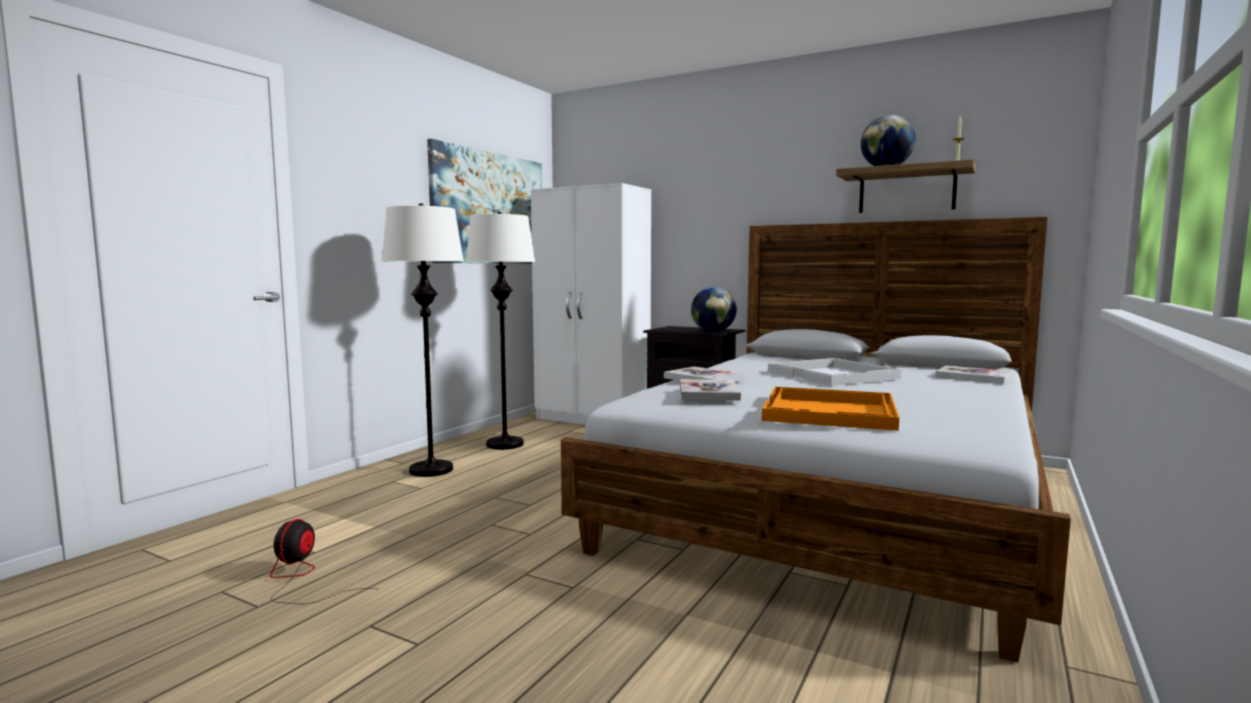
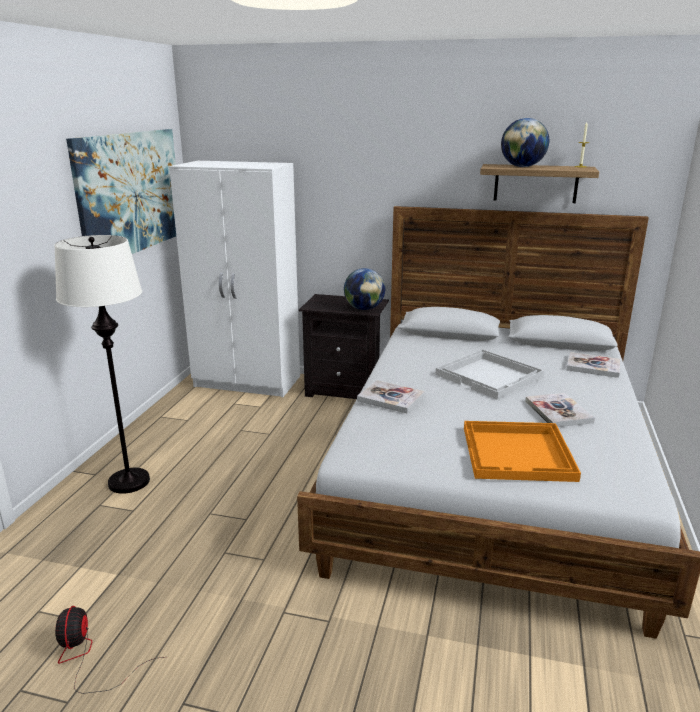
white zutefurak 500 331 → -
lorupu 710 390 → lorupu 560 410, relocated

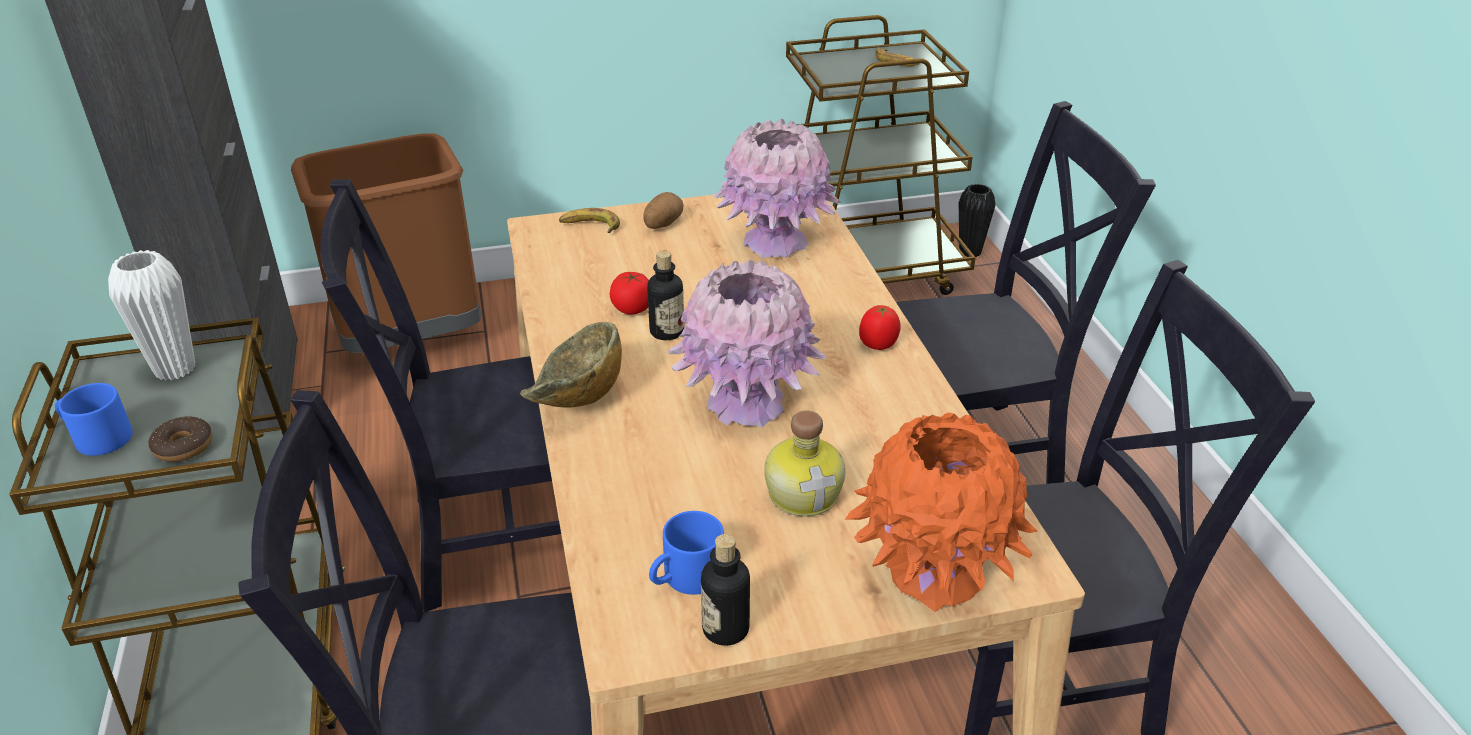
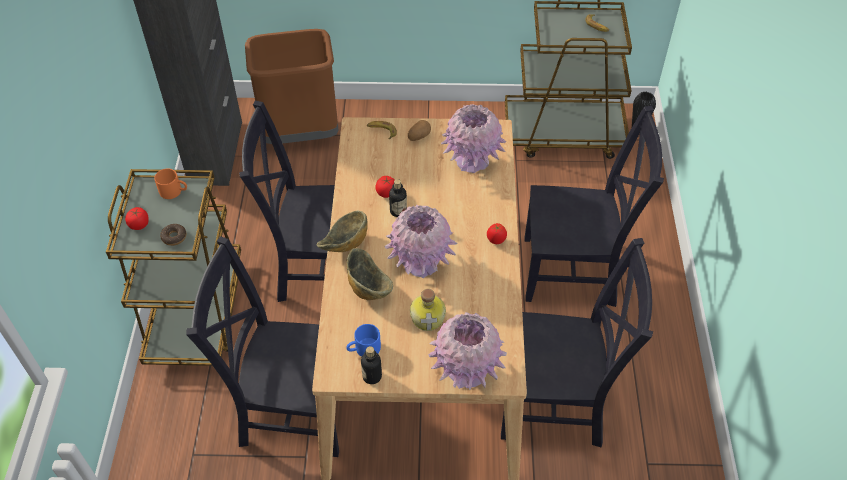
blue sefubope 94 419 → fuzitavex 137 218
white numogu 151 315 → orange sefubope 170 184
orange numogu 941 512 → pink numogu 467 351
- → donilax 369 274

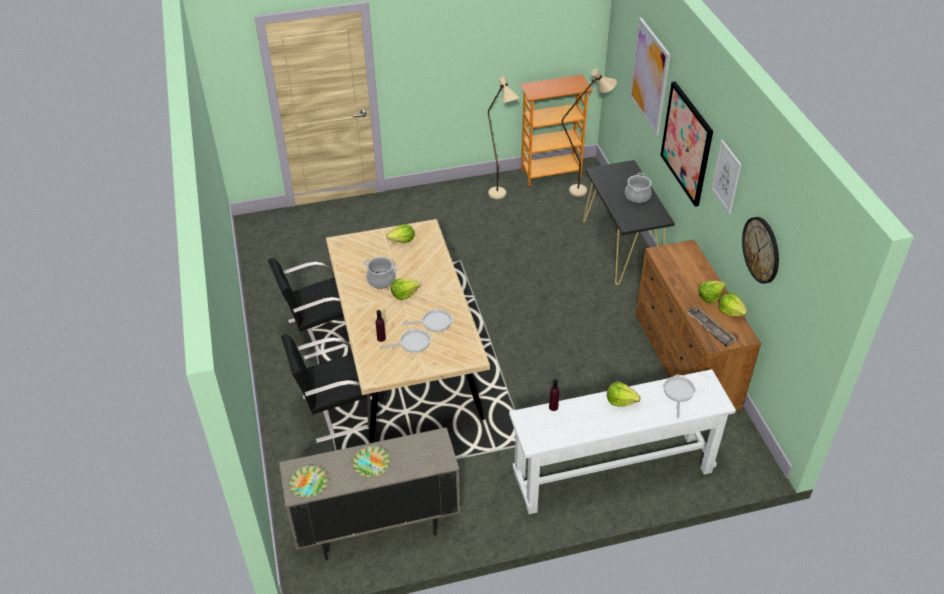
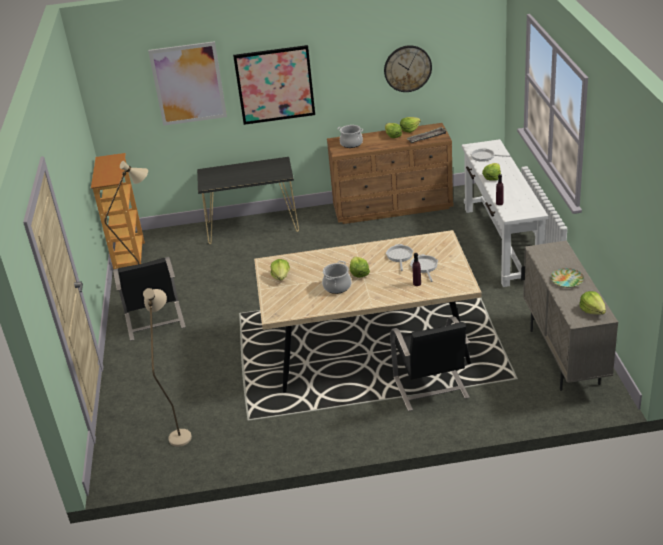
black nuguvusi 309 309 → black nuguvusi 149 299, relocated
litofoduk 308 481 → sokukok 593 303
beige zutefurak 589 132 → beige zutefurak 167 367, relocated
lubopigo 638 188 → lubopigo 350 136, relocated
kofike 726 177 → -

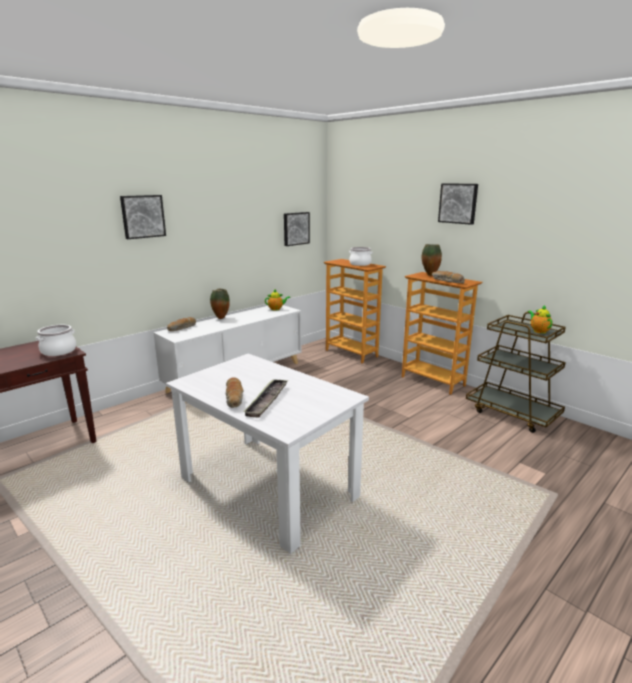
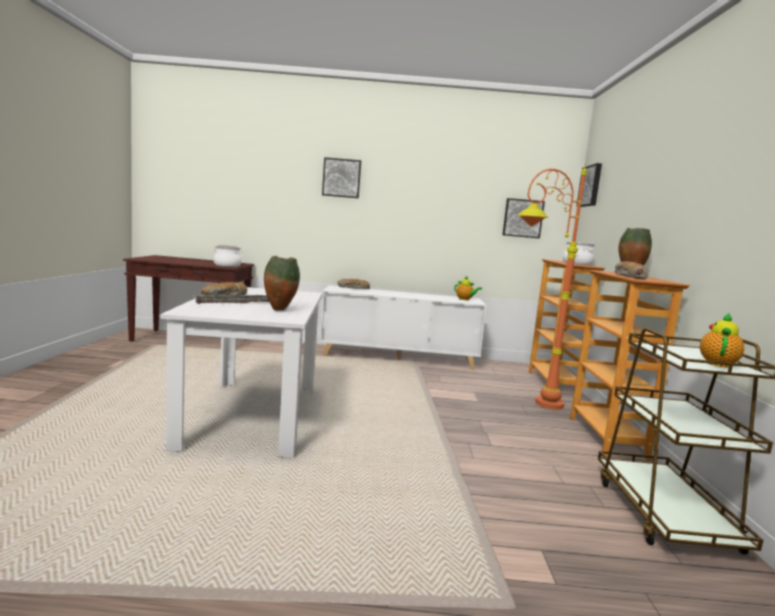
numogu 220 304 → numogu 282 283, relocated
kofike 458 204 → kofike 589 185, relocated
- → orange zutefurak 552 286

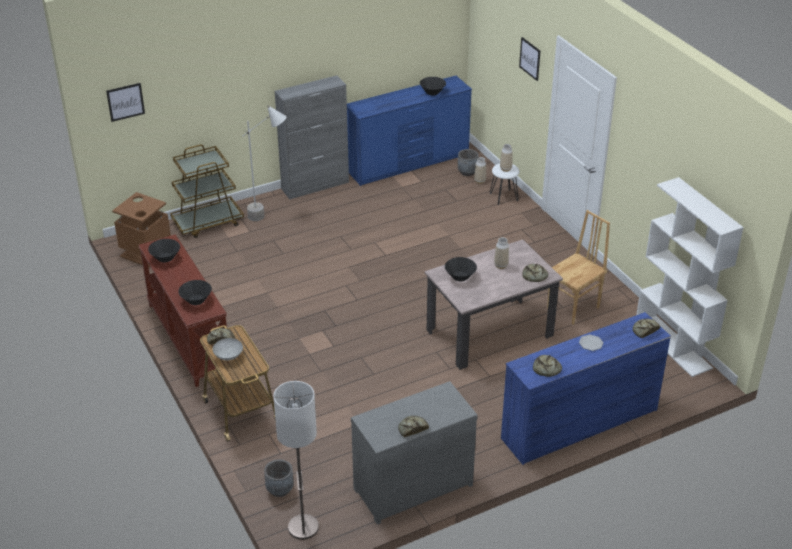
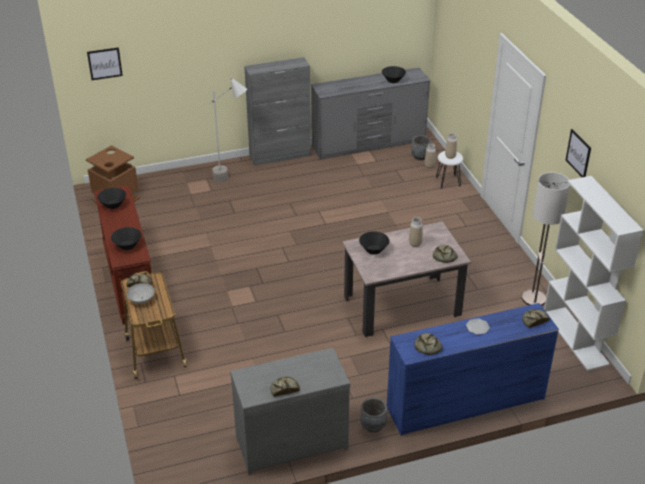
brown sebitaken 207 191 → -
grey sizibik 279 478 → grey sizibik 373 415, relocated
zutefurak 296 460 → zutefurak 546 239, relocated
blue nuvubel 409 131 → grey nuvubel 370 113
kofike 530 59 → kofike 578 153, relocated
brown nuguvusi 578 267 → -

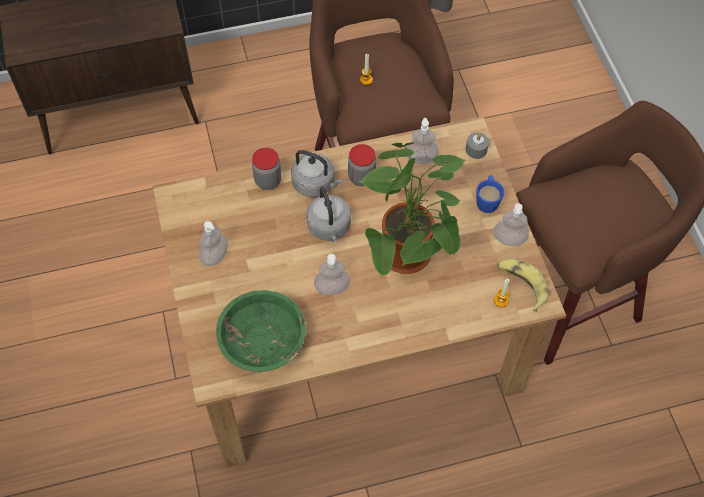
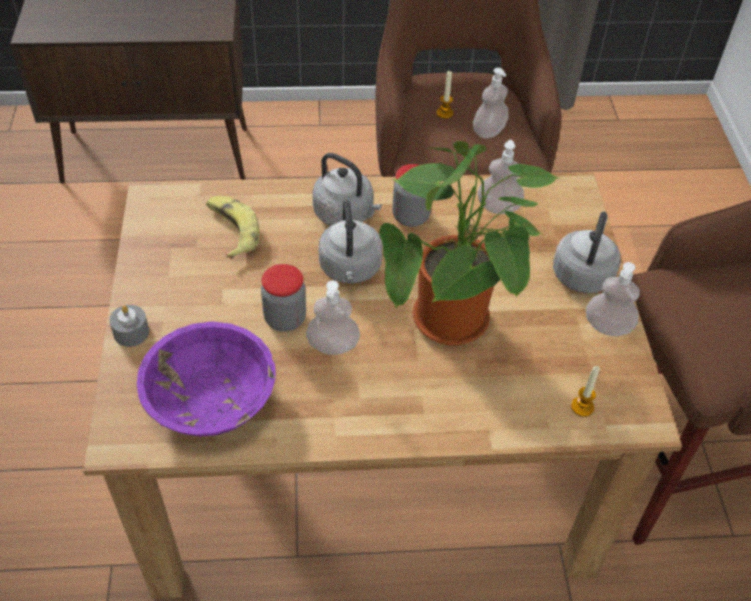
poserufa 213 243 → poserufa 491 103, relocated
green donilax 261 331 → purple donilax 206 379
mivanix 266 169 → mivanix 283 298, relocated
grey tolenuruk 477 146 → grey tolenuruk 129 326, relocated
blue sefubope 490 194 → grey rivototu 586 252
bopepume 522 285 → bopepume 233 227, relocated

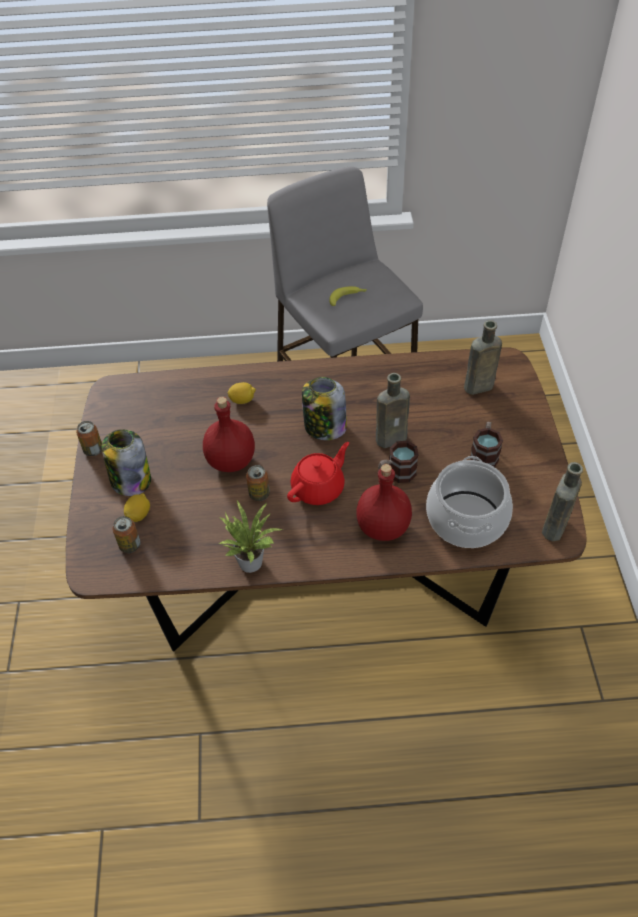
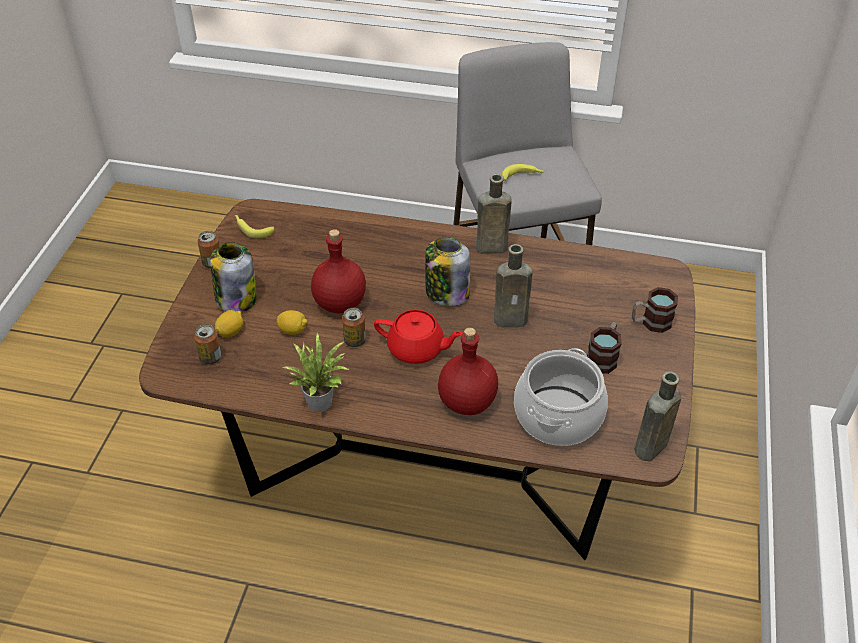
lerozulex 242 393 → lerozulex 292 322, relocated
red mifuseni 318 473 → red mifuseni 418 337, 45 degrees clockwise
sefubope 398 462 → sefubope 655 310, relocated
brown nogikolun 483 357 → brown nogikolun 494 214, relocated
- → bopepume 254 227

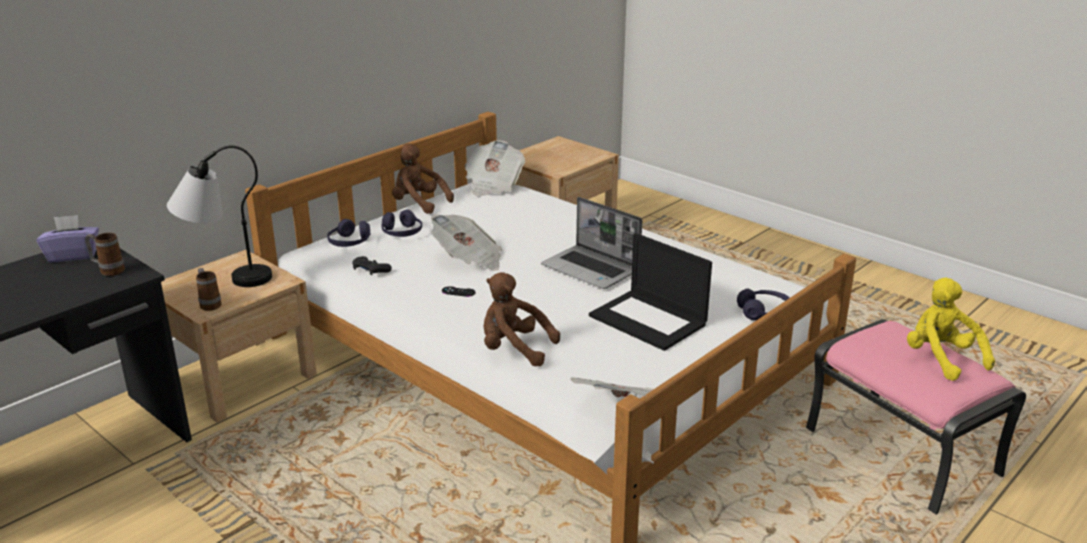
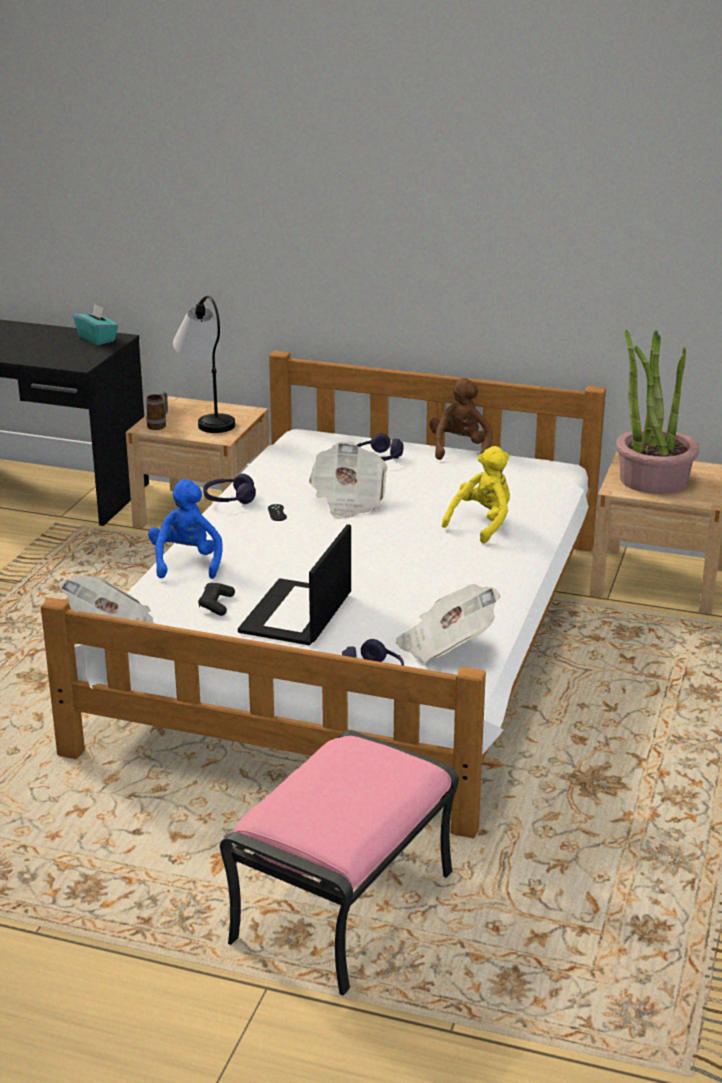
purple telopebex 68 238 → turquoise telopebex 95 324
sefubope 105 254 → -
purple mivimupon 348 233 → purple mivimupon 229 489, relocated
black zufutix 372 265 → black zufutix 216 599, relocated
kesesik 494 168 → kesesik 448 623, relocated
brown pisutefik 522 319 → blue pisutefik 185 529
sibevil 591 243 → -
yellow pisutefik 951 329 → yellow pisutefik 476 495, relocated
- → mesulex 657 412

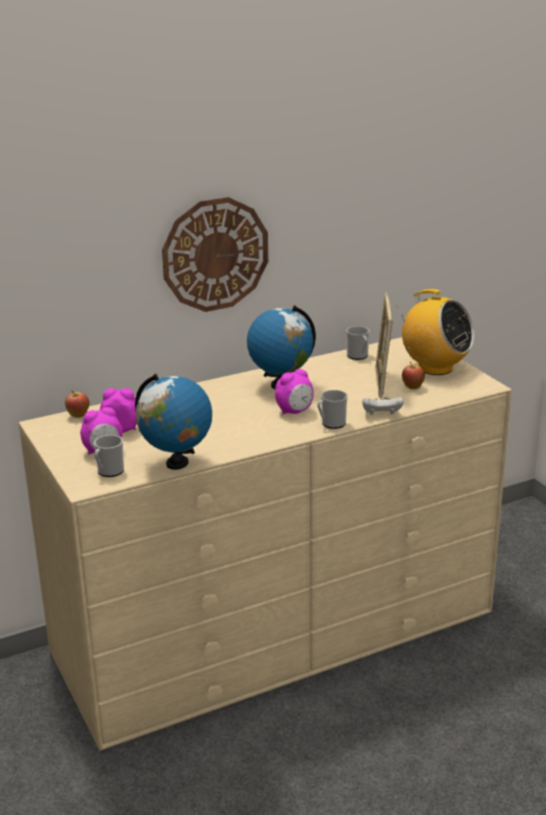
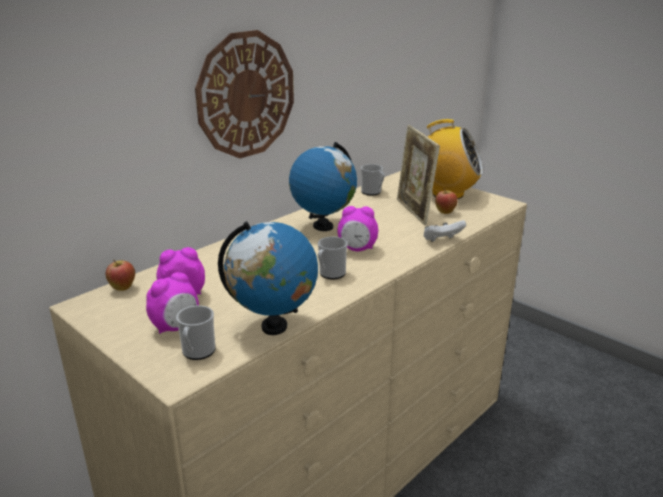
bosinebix 294 392 → bosinebix 358 228, 60 degrees clockwise
sefubope 332 409 → sefubope 333 258, relocated

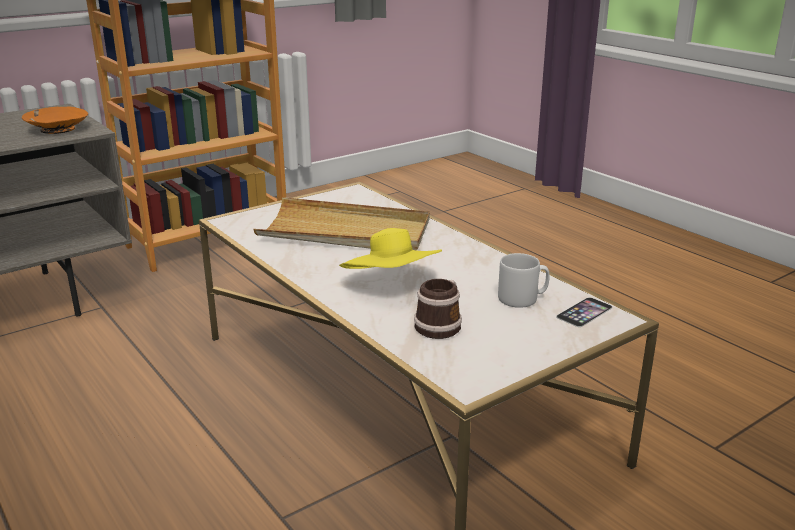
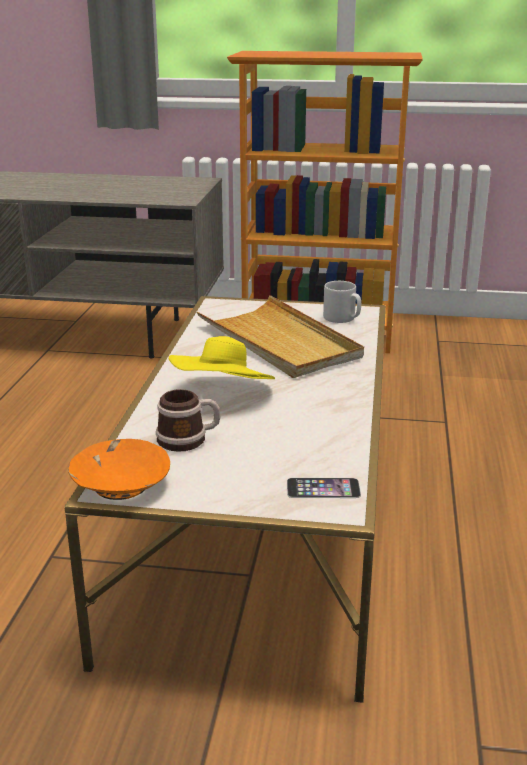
orange donilax 55 120 → orange donilax 119 469, relocated
grey sefubope 524 280 → grey sefubope 342 302, relocated

